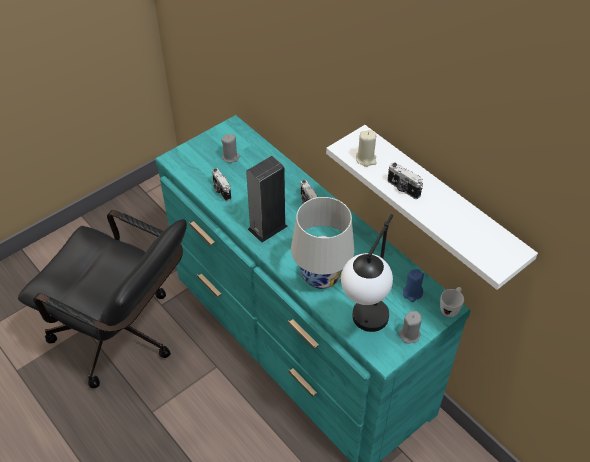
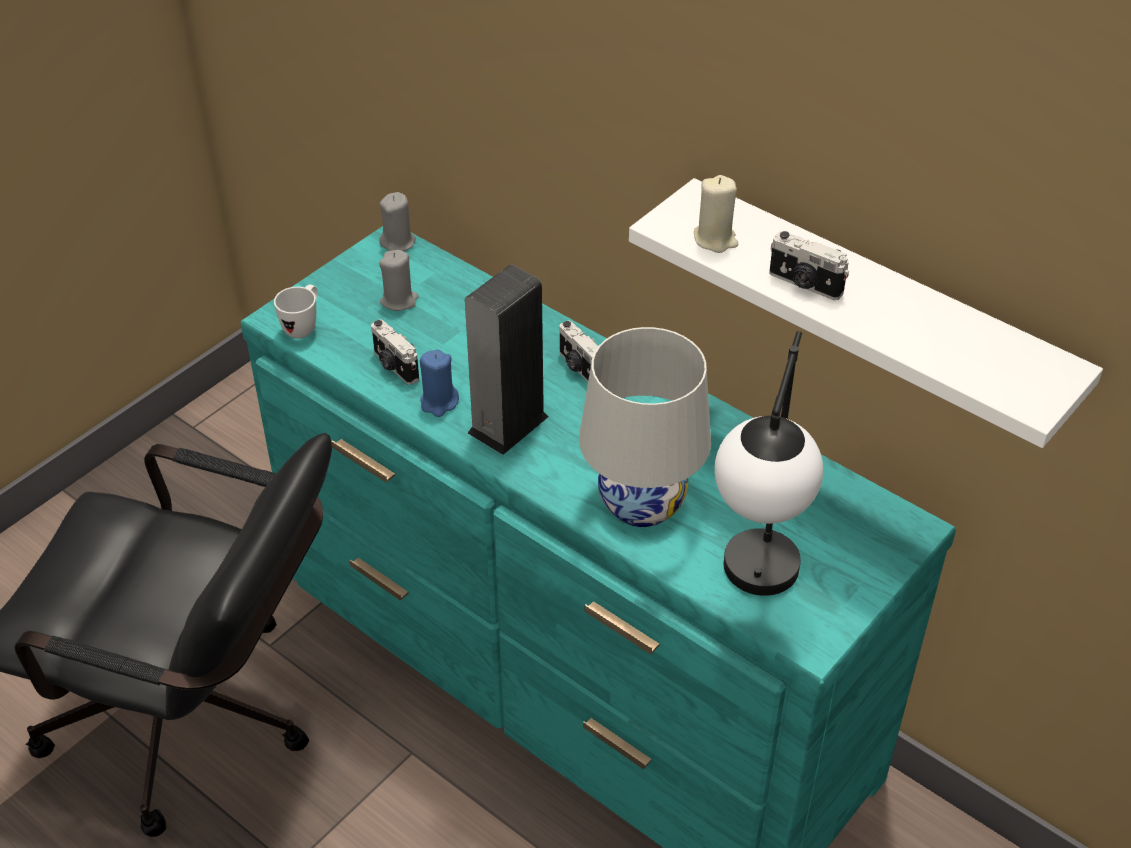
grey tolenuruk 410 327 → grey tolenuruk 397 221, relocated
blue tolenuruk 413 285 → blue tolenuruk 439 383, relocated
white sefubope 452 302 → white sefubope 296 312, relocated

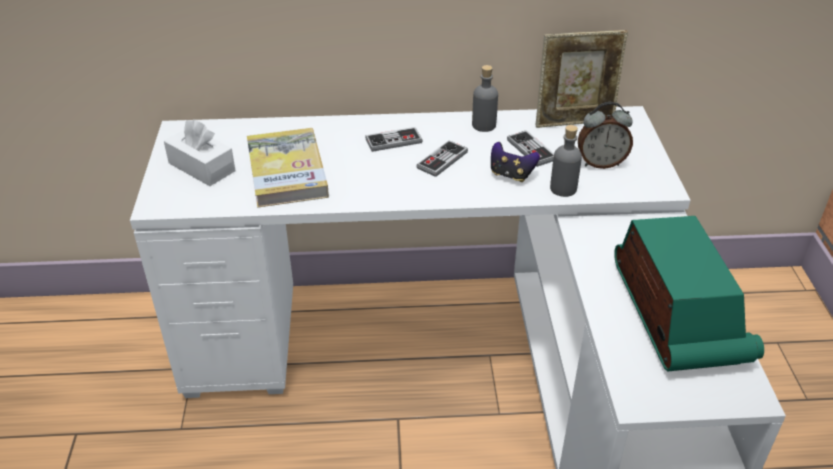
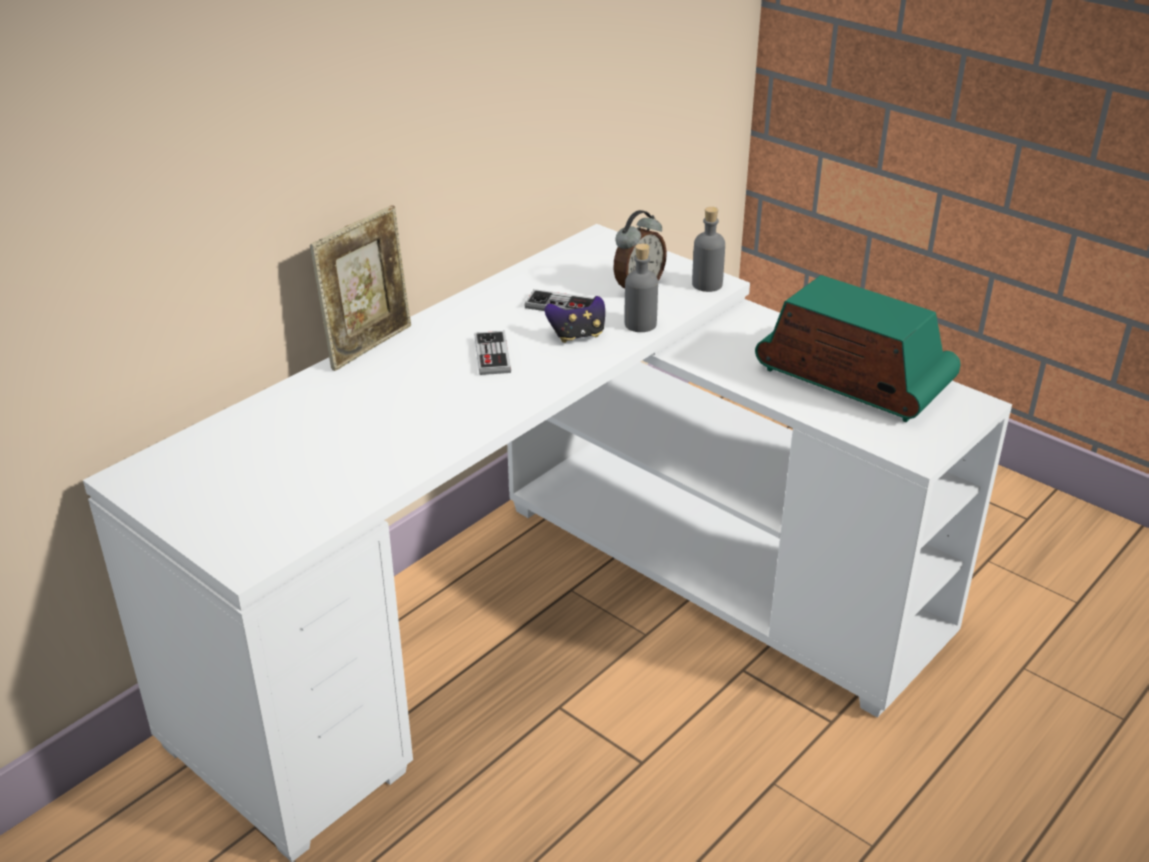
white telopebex 200 153 → -
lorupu 288 168 → -
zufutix 394 139 → -
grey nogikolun 485 98 → grey nogikolun 708 249, relocated
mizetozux 582 79 → mizetozux 360 288, relocated

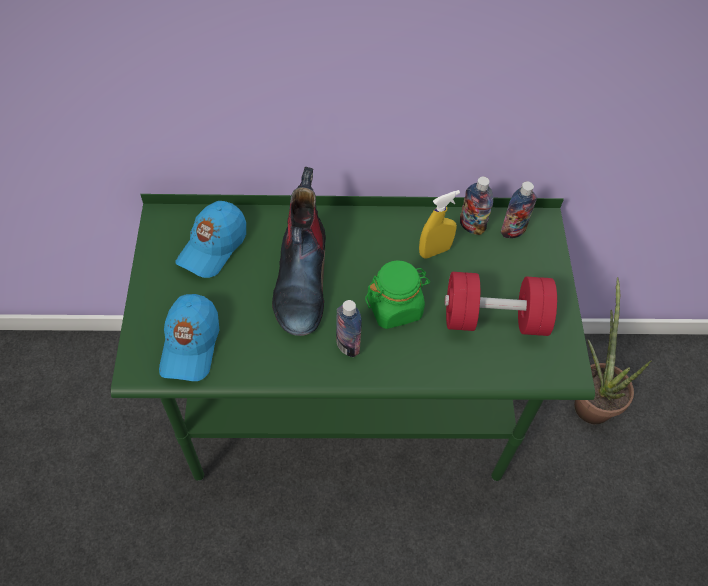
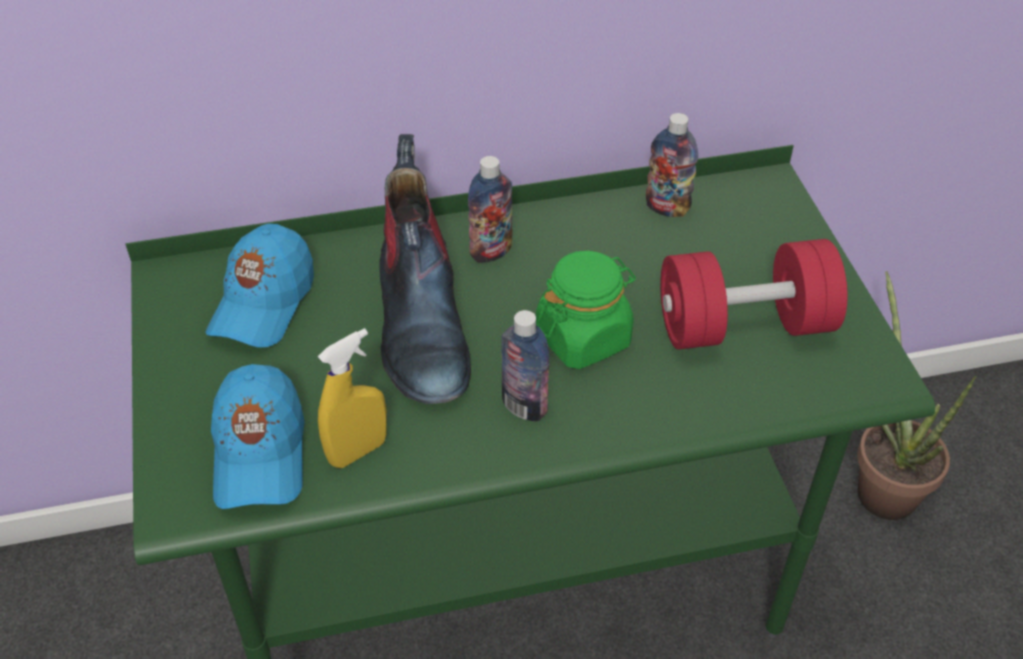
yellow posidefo 439 224 → yellow posidefo 352 398, relocated
nogikolun 519 209 → nogikolun 490 209, relocated

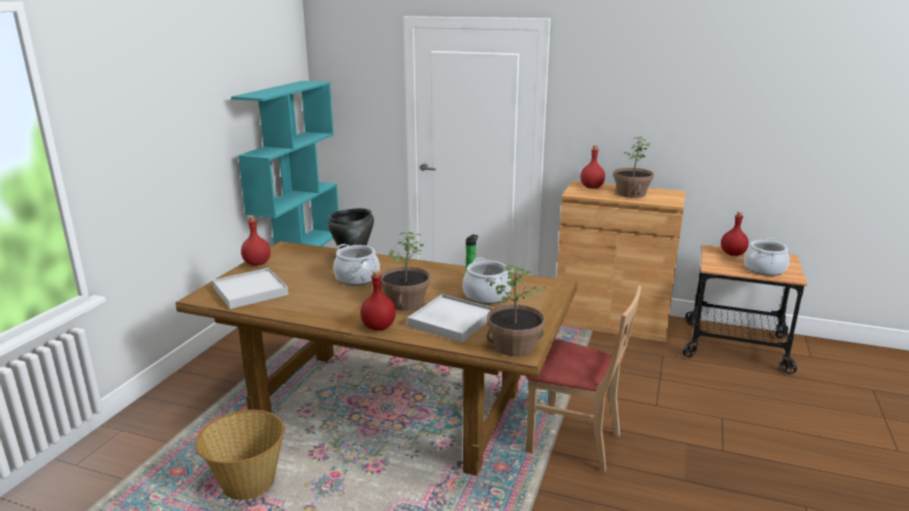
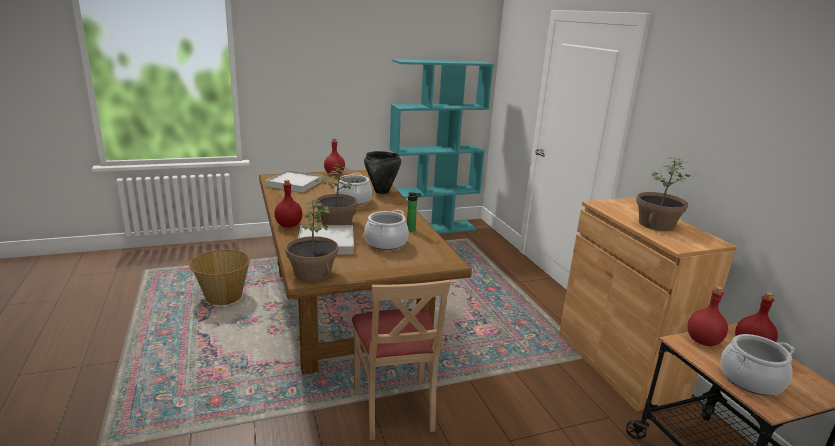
red nogikolun 593 167 → red nogikolun 707 316, relocated

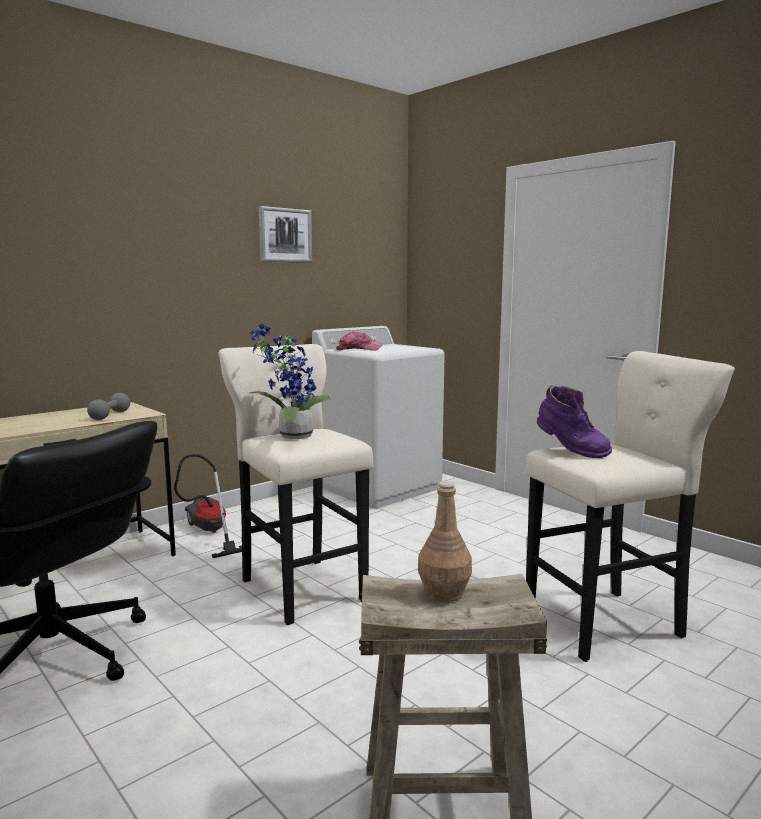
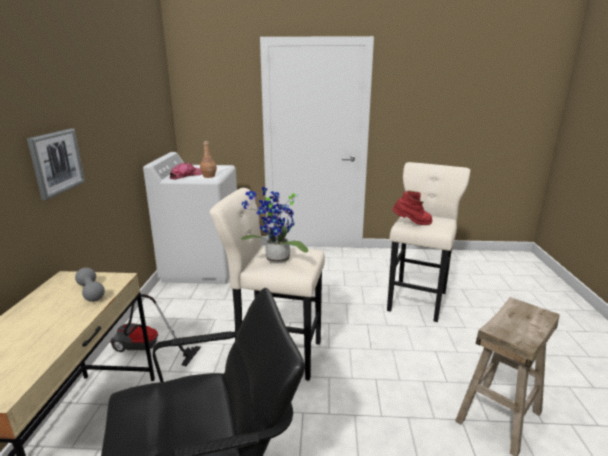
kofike 285 234 → kofike 56 164, relocated
brown nogikolun 445 541 → brown nogikolun 208 159, relocated
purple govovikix 574 421 → red govovikix 412 208

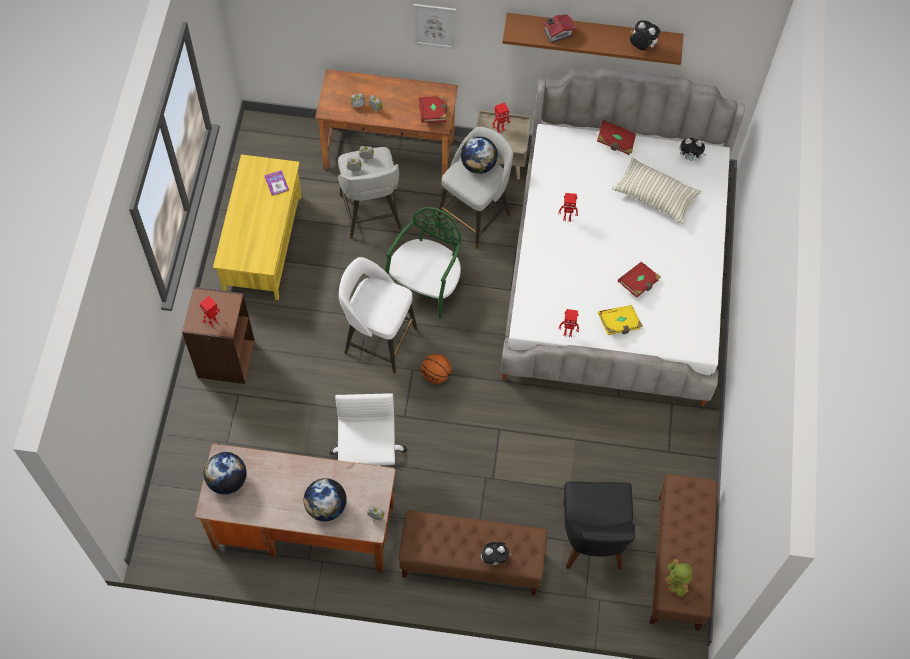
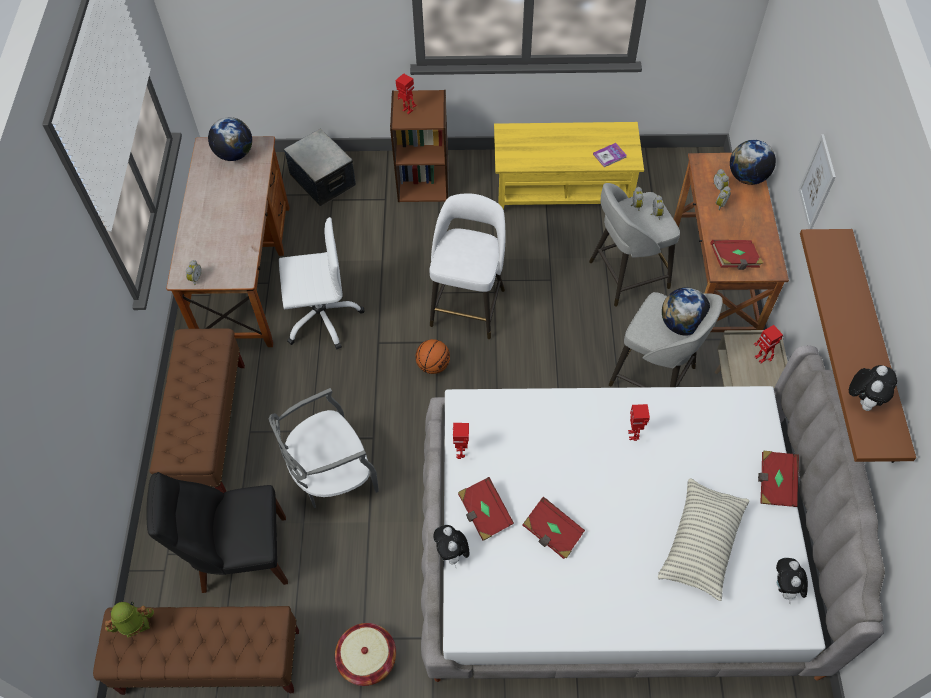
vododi 325 499 → vododi 753 162, relocated
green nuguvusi 423 263 → -
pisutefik 496 553 → pisutefik 451 545, relocated
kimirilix 559 28 → -
yellow lorupu 620 320 → red lorupu 486 509
- → grey nuguvusi 324 448
- → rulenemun 320 168
- → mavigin 365 654

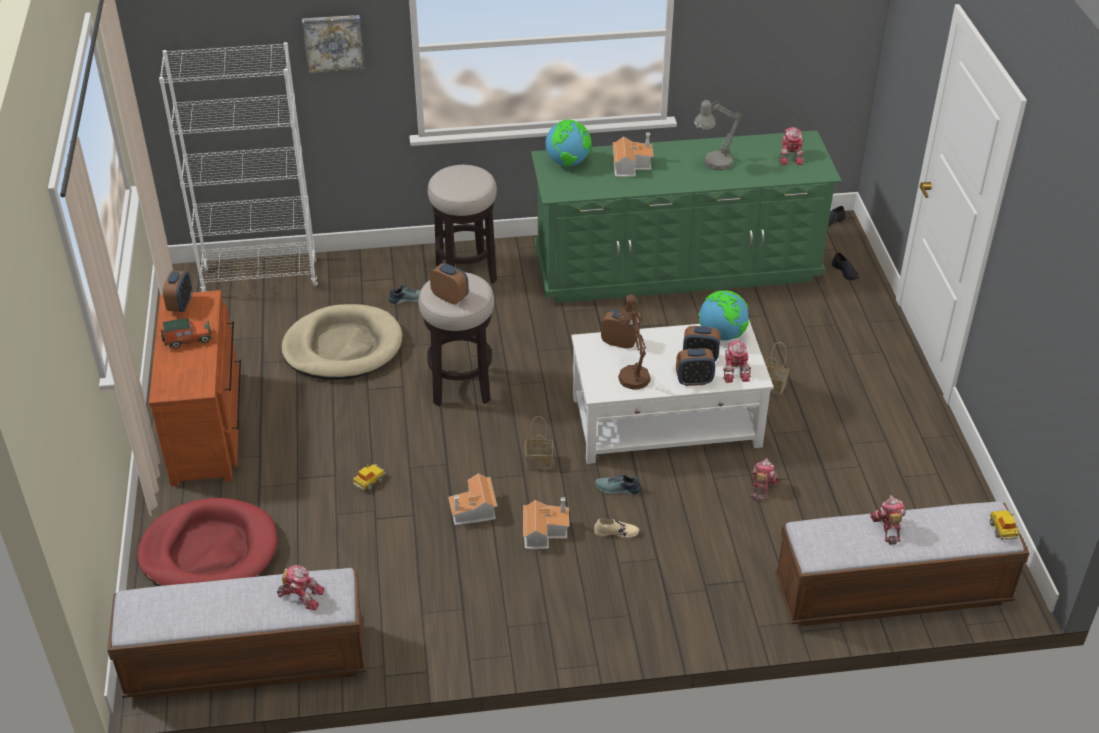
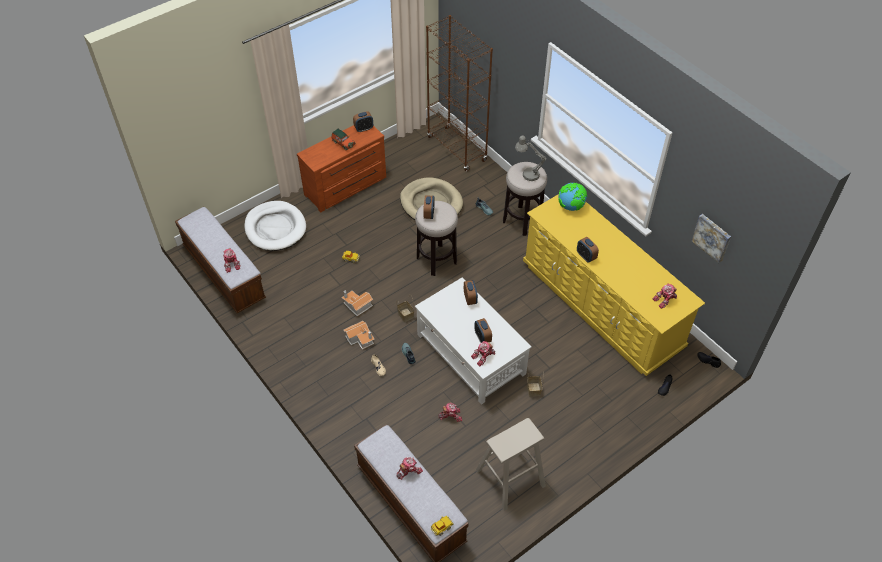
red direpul 207 542 → white direpul 275 226
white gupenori 238 167 → brown gupenori 459 93
kofike 333 44 → kofike 711 238, relocated
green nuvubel 686 216 → yellow nuvubel 614 285
kimirilix 633 155 → -
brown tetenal 634 342 → -
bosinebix 695 367 → bosinebix 588 250, relocated
grey tetenal 718 135 → grey tetenal 531 158, relocated
vododi 723 315 → -
- → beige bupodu 511 464

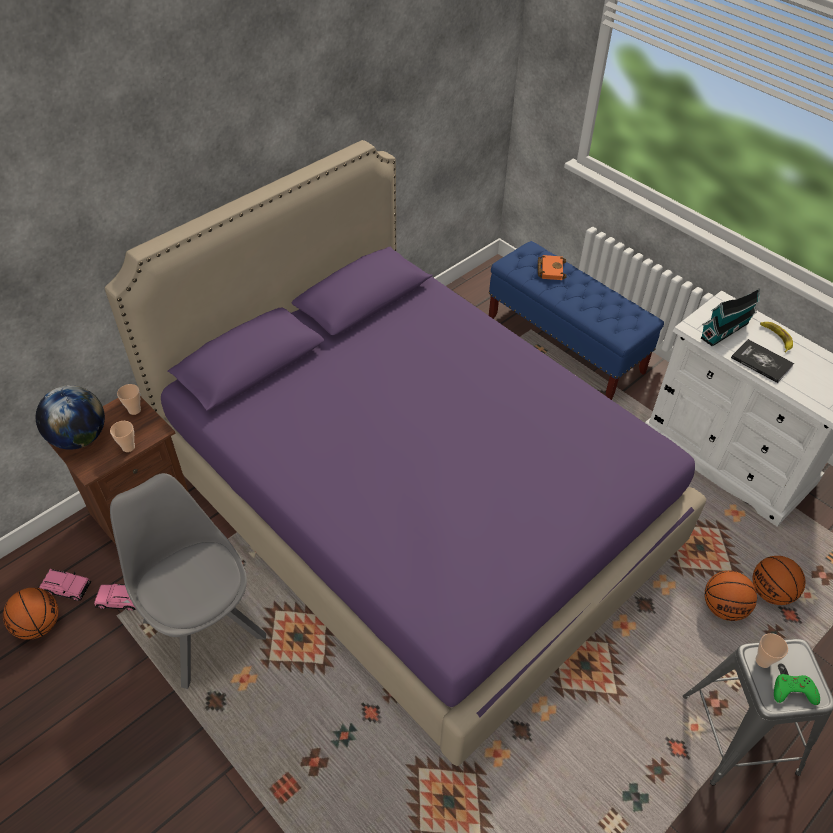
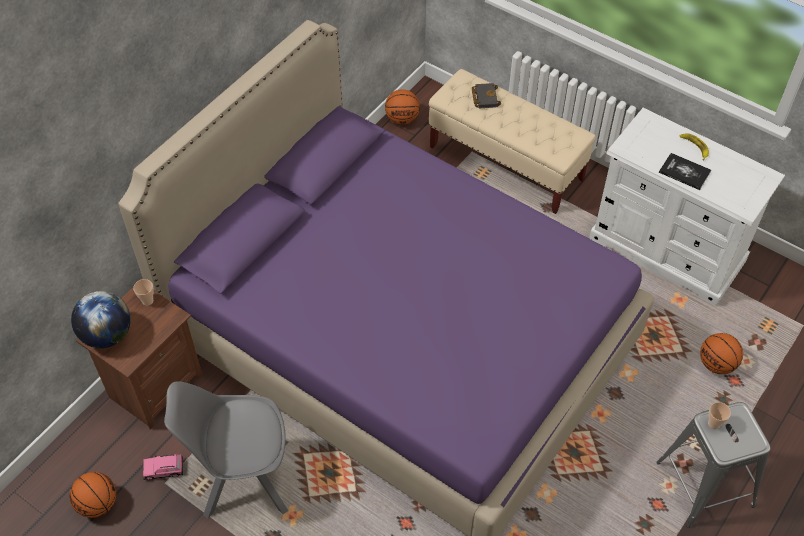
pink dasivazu 65 585 → -
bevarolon 122 436 → -
grey nuguvusi 188 581 → grey nuguvusi 226 449, 45 degrees counterclockwise
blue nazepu 576 320 → beige nazepu 512 141
orange lorupu 552 267 → black lorupu 486 95
kimirilix 730 317 → -
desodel 731 596 → desodel 402 106, relocated
green zufutix 797 689 → -

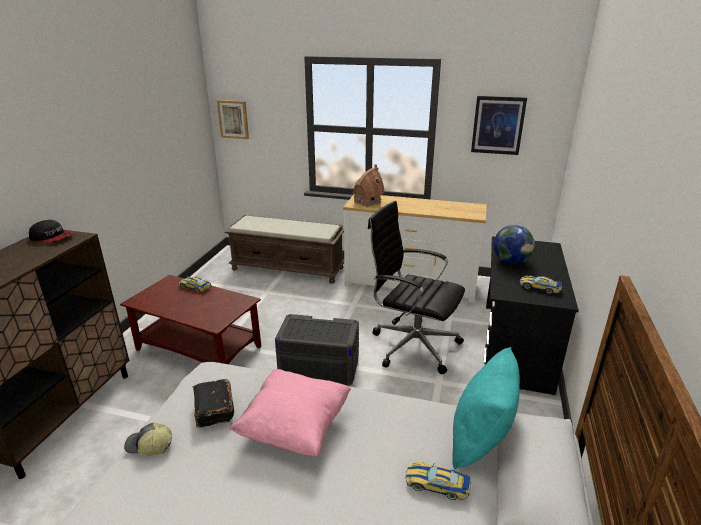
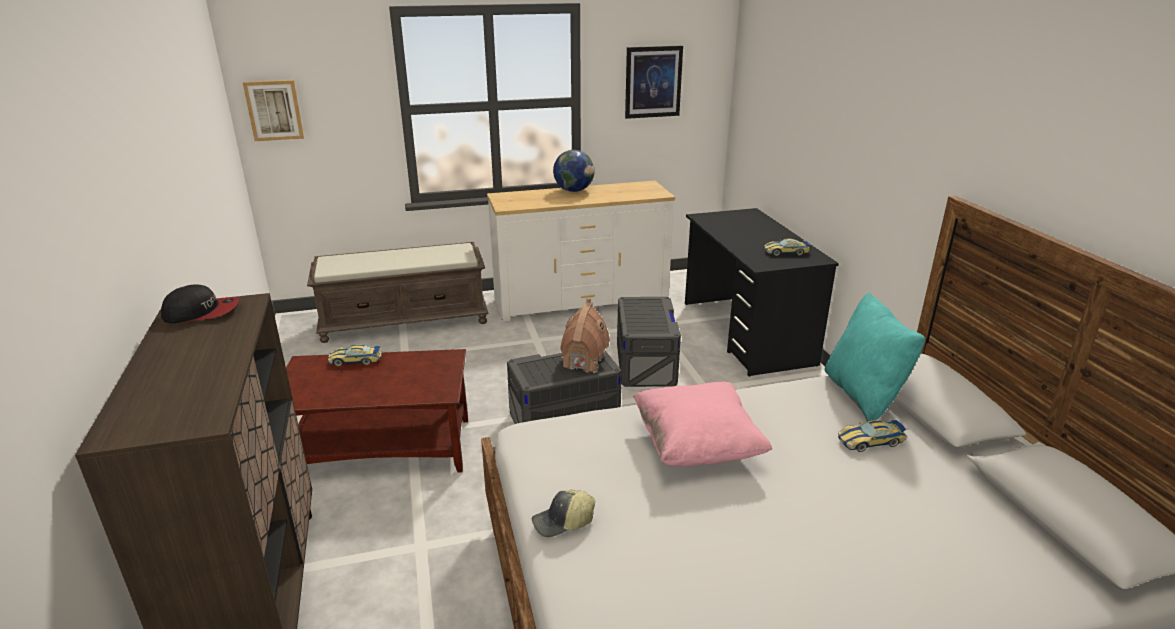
black lorupu 213 403 → -
kimirilix 368 185 → kimirilix 585 335, relocated
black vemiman 416 287 → grey rulenemun 649 342
vododi 514 244 → vododi 574 171, relocated

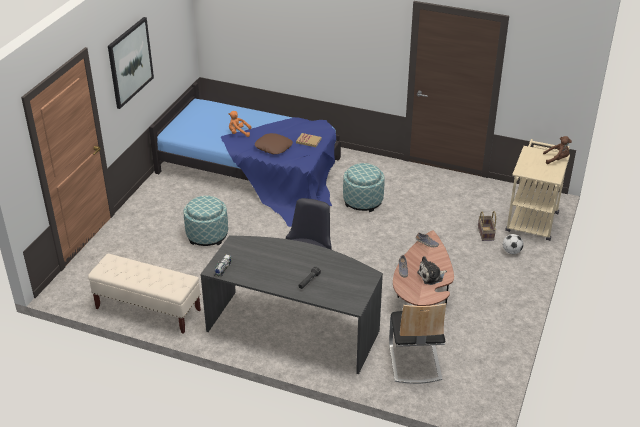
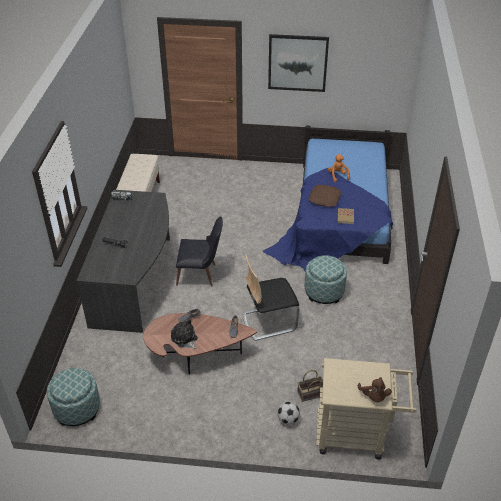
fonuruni 206 221 → fonuruni 73 397, relocated
nuguvusi 417 343 → nuguvusi 271 297, relocated

